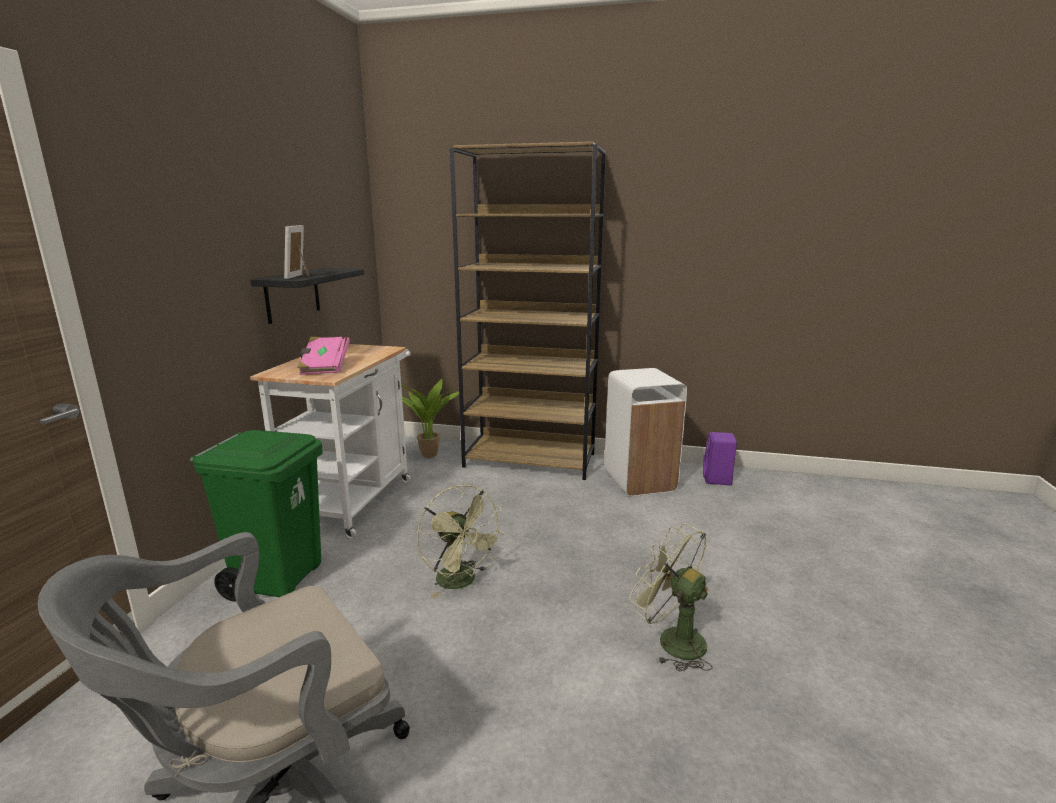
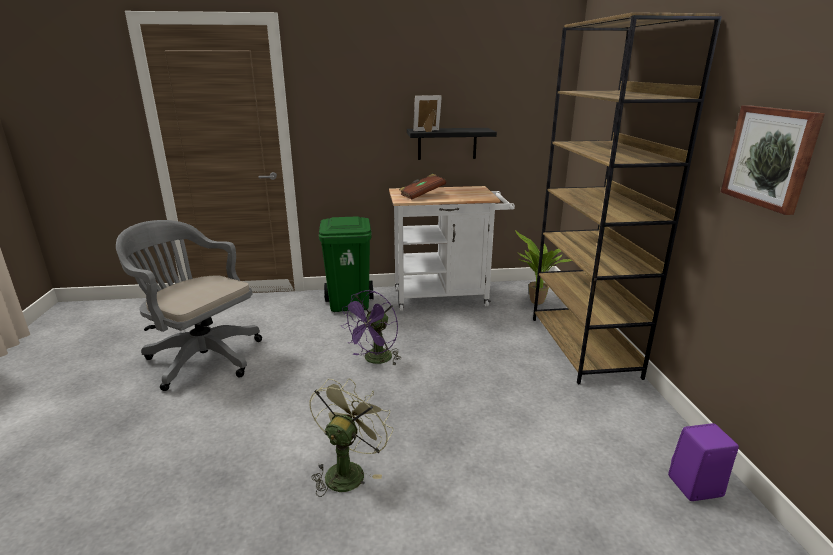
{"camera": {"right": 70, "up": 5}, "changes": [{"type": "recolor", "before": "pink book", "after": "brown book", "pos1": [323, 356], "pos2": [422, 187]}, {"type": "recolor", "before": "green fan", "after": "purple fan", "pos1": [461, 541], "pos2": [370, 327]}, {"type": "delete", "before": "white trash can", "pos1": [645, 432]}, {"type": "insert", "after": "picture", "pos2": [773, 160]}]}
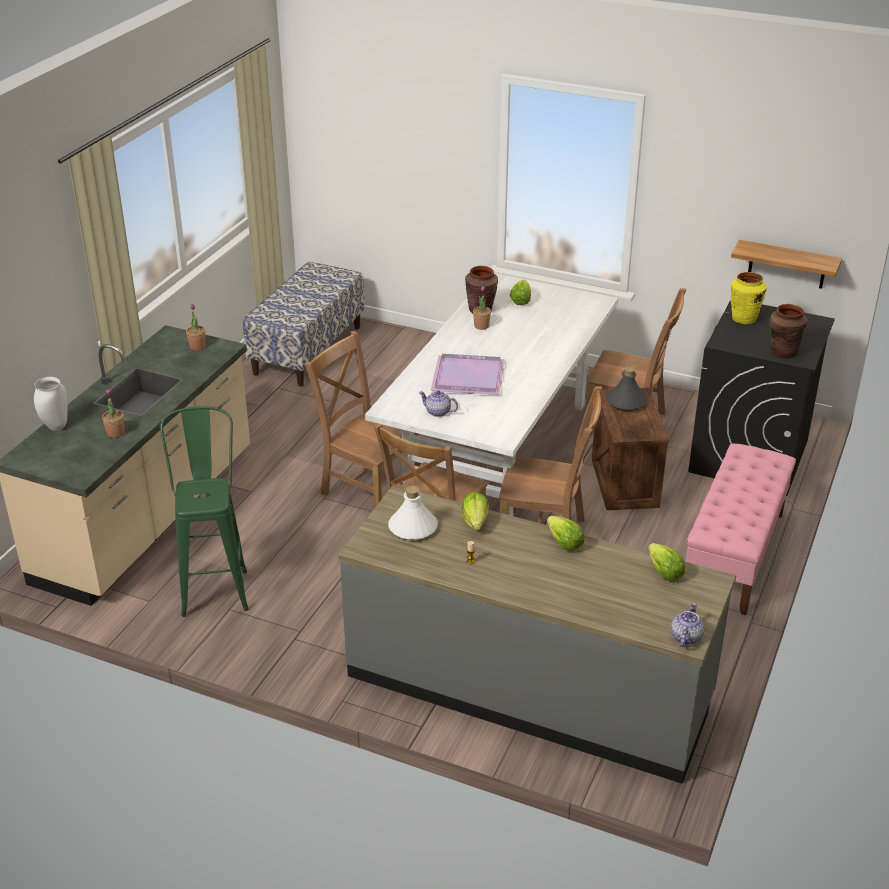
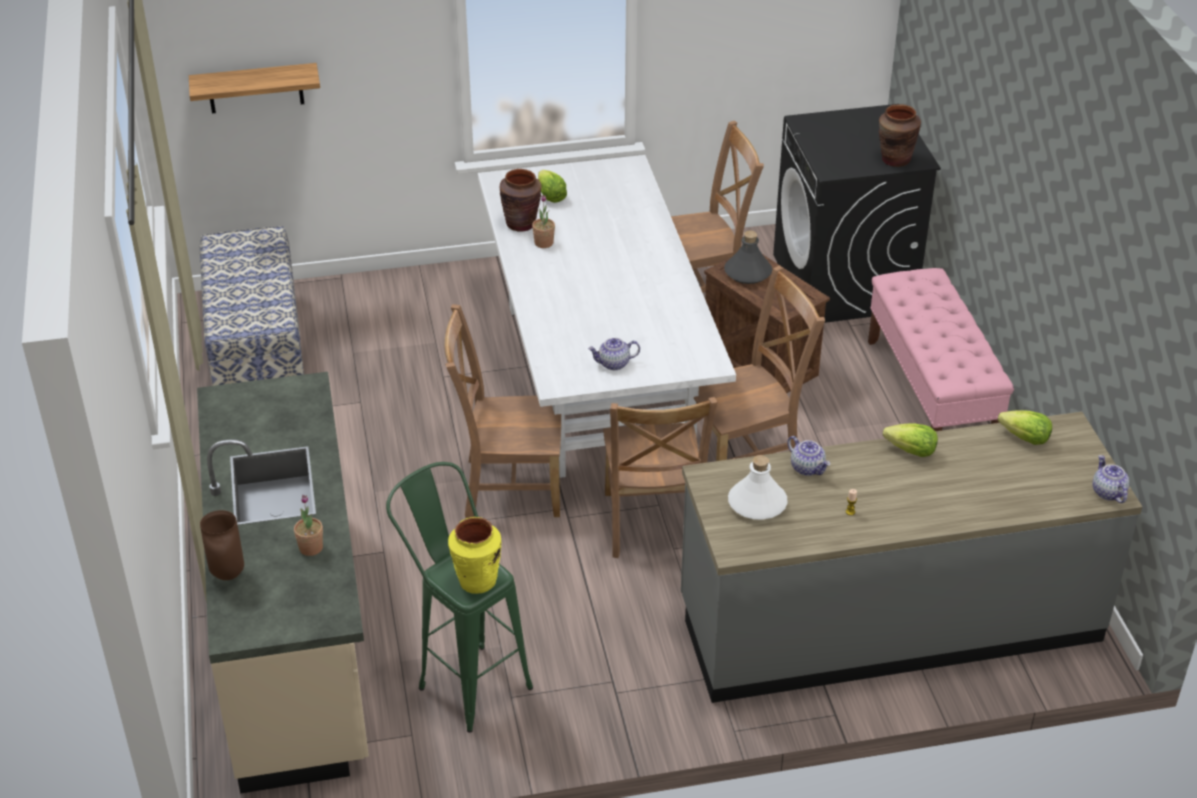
{"camera": {"right": -35, "up": 5}, "changes": [{"type": "recolor", "before": "white vase", "after": "brown vase", "pos1": [51, 404], "pos2": [222, 545]}, {"type": "delete", "before": "potted plant", "pos1": [195, 327]}, {"type": "delete", "before": "purple tray", "pos1": [468, 374]}, {"type": "replace", "before": "lettuce", "after": "teapot", "pos1": [475, 511], "pos2": [808, 456]}, {"type": "move", "before": "shelf", "pos1": [786, 264], "pos2": [254, 88]}, {"type": "move", "before": "yellow vase", "pos1": [749, 298], "pos2": [475, 555]}]}
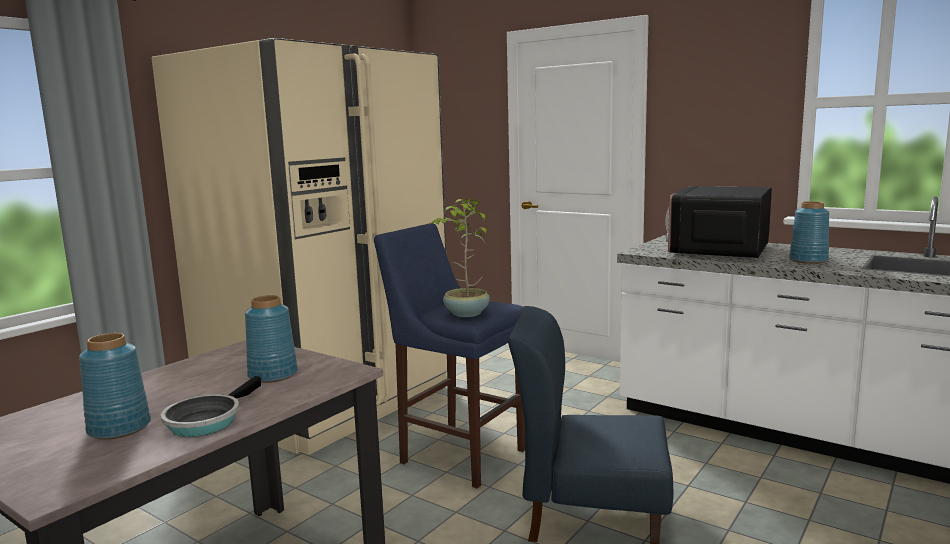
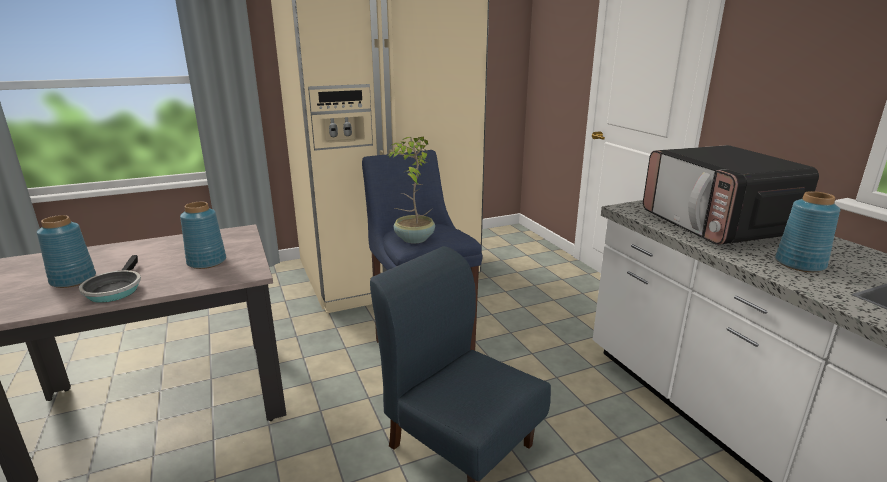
{"camera": {"right": 30, "up": 10}, "changes": [{"type": "rotate", "before": "frying pan", "pos1": [211, 406], "pos2": [110, 279], "turn": -60}, {"type": "rotate", "before": "microwave", "pos1": [718, 222], "pos2": [731, 195], "turn": -75}]}
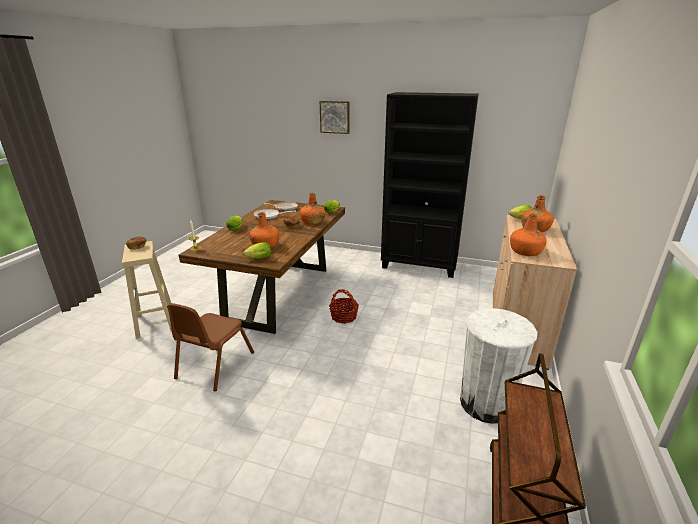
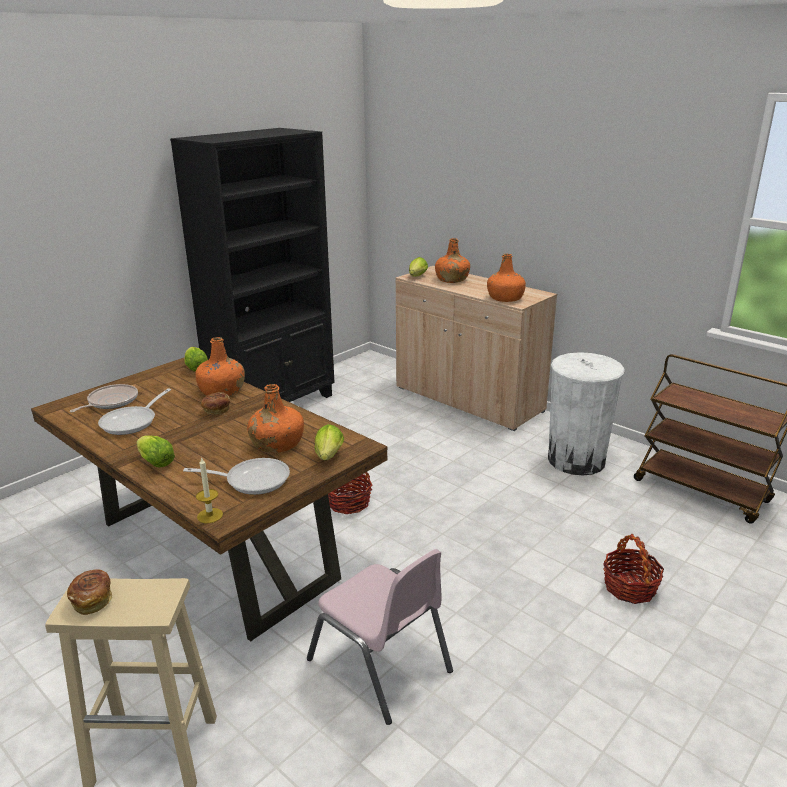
{"camera": {"right": -65, "up": 0}, "changes": [{"type": "recolor", "before": "brown chair", "after": "pink chair", "pos1": [210, 347], "pos2": [380, 637]}, {"type": "delete", "before": "picture", "pos1": [335, 117]}, {"type": "insert", "after": "frying pan", "pos2": [236, 476]}, {"type": "insert", "after": "basket", "pos2": [633, 569]}]}
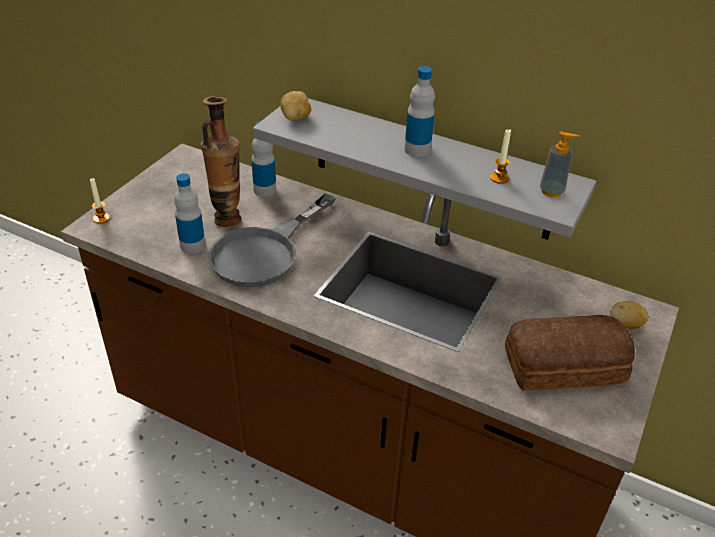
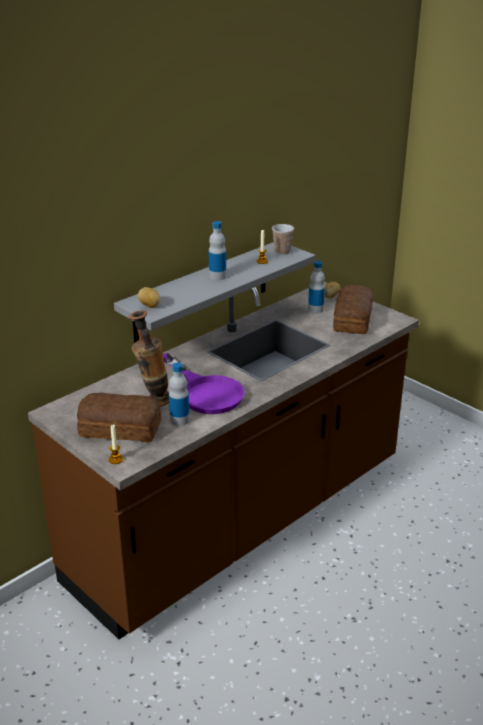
{"camera": {"right": -70, "up": -10}, "changes": [{"type": "recolor", "before": "grey frying pan", "after": "purple frying pan", "pos1": [272, 240], "pos2": [204, 383]}, {"type": "move", "before": "bottle", "pos1": [263, 159], "pos2": [316, 287]}, {"type": "replace", "before": "soap dispenser", "after": "cup", "pos1": [560, 164], "pos2": [283, 239]}, {"type": "insert", "after": "bread", "pos2": [119, 417]}]}
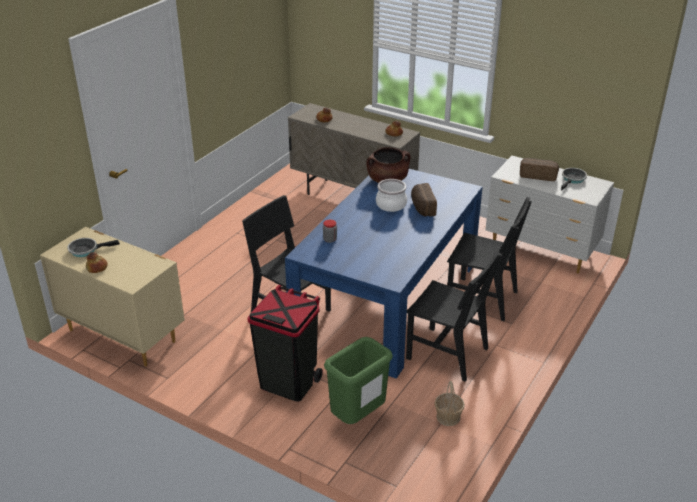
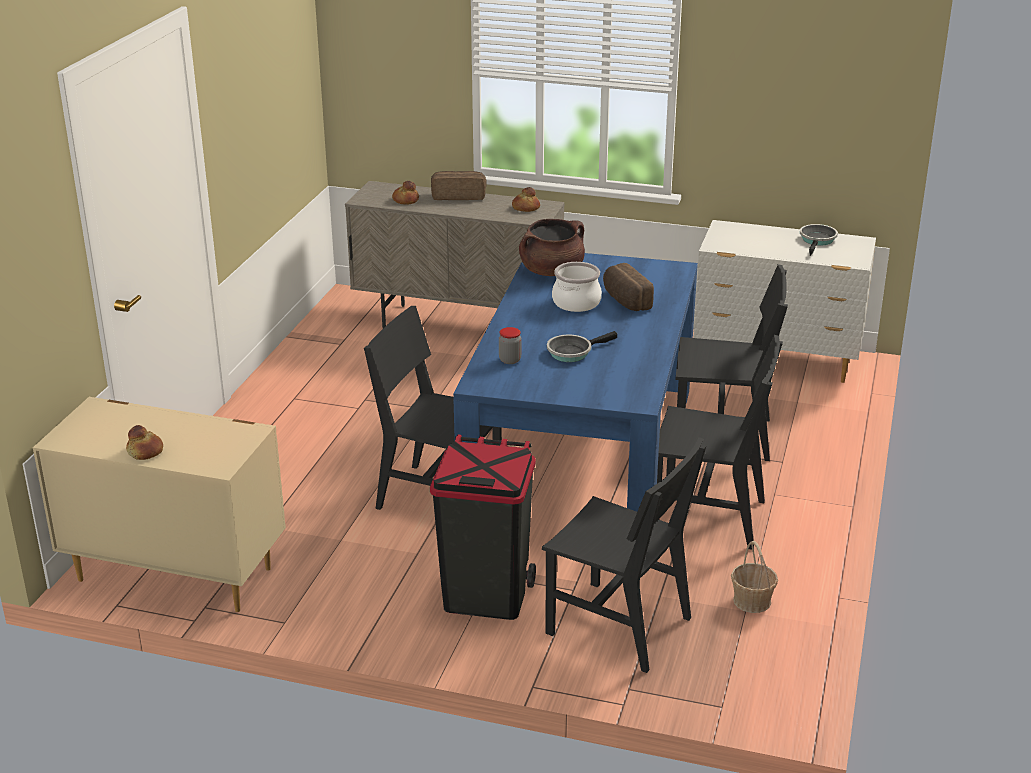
{"camera": {"right": -15, "up": -5}, "changes": [{"type": "move", "before": "frying pan", "pos1": [93, 247], "pos2": [582, 346]}, {"type": "replace", "before": "green trash can", "after": "black chair", "pos1": [358, 380], "pos2": [624, 555]}, {"type": "move", "before": "bread", "pos1": [539, 169], "pos2": [459, 185]}]}
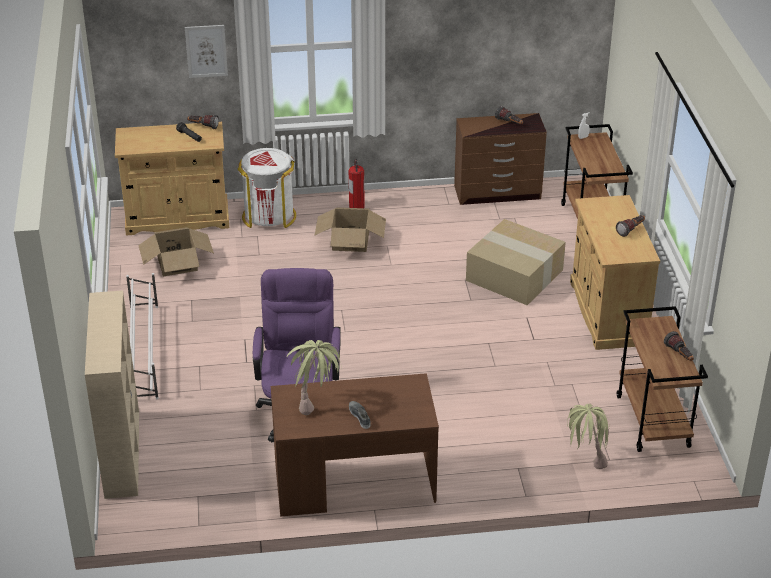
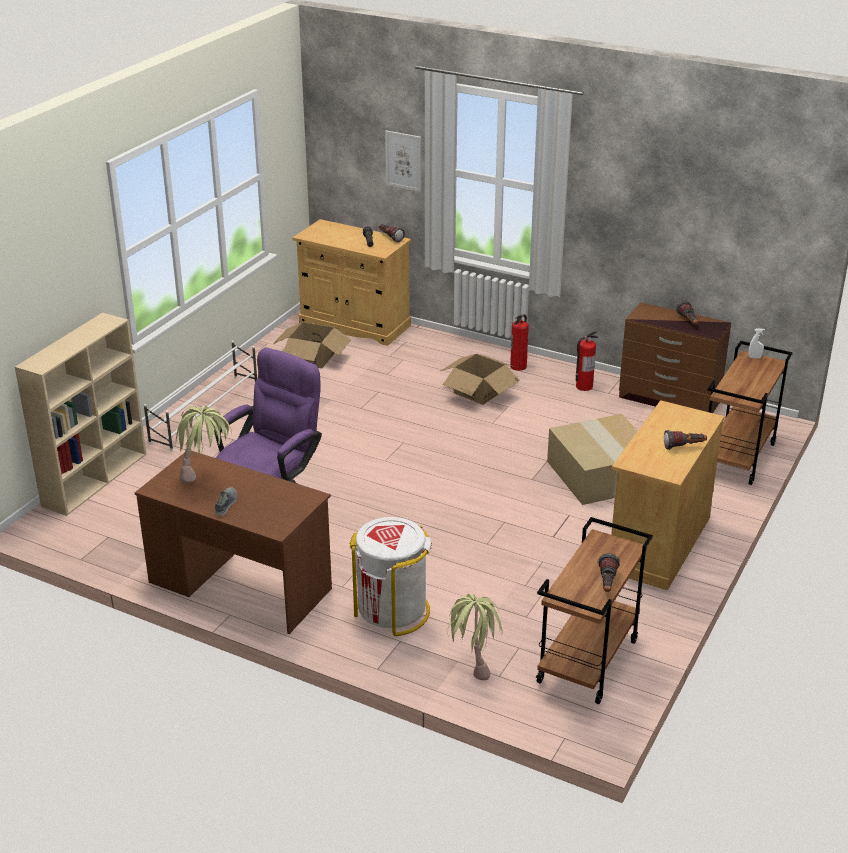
{"camera": {"right": 35, "up": -5}, "changes": [{"type": "move", "before": "white trash can", "pos1": [267, 188], "pos2": [390, 576]}, {"type": "insert", "after": "fire extinguisher", "pos2": [587, 361]}]}
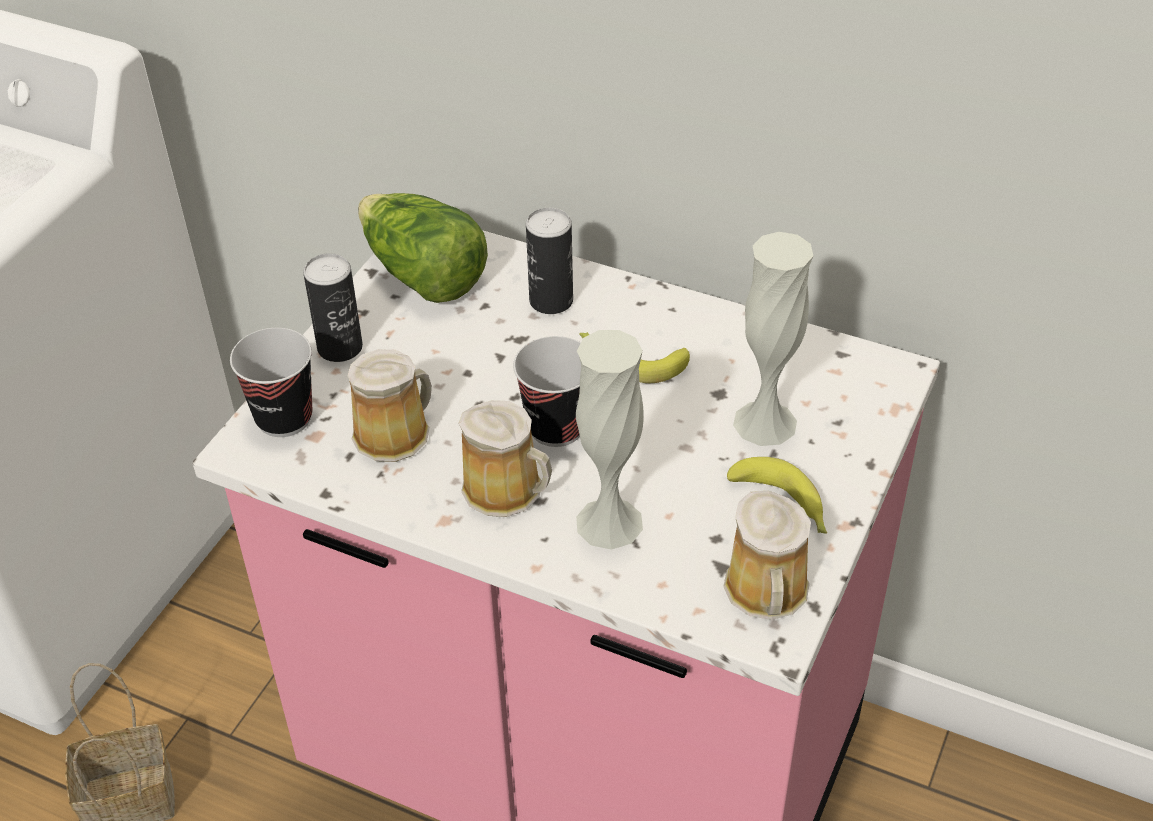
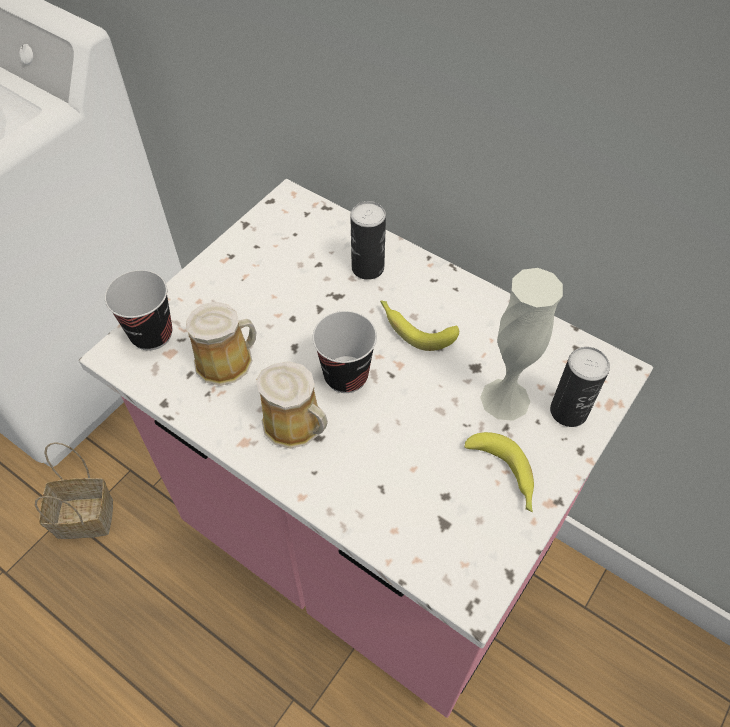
{"camera": {"right": 10, "up": 10}, "changes": [{"type": "move", "before": "can", "pos1": [333, 307], "pos2": [580, 387]}, {"type": "delete", "before": "lettuce", "pos1": [423, 248]}, {"type": "delete", "before": "white vase", "pos1": [610, 440]}, {"type": "delete", "before": "mug", "pos1": [767, 555]}]}
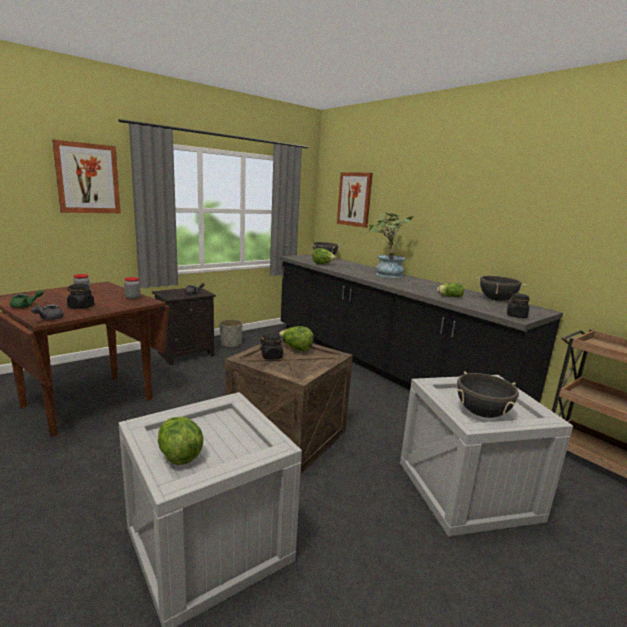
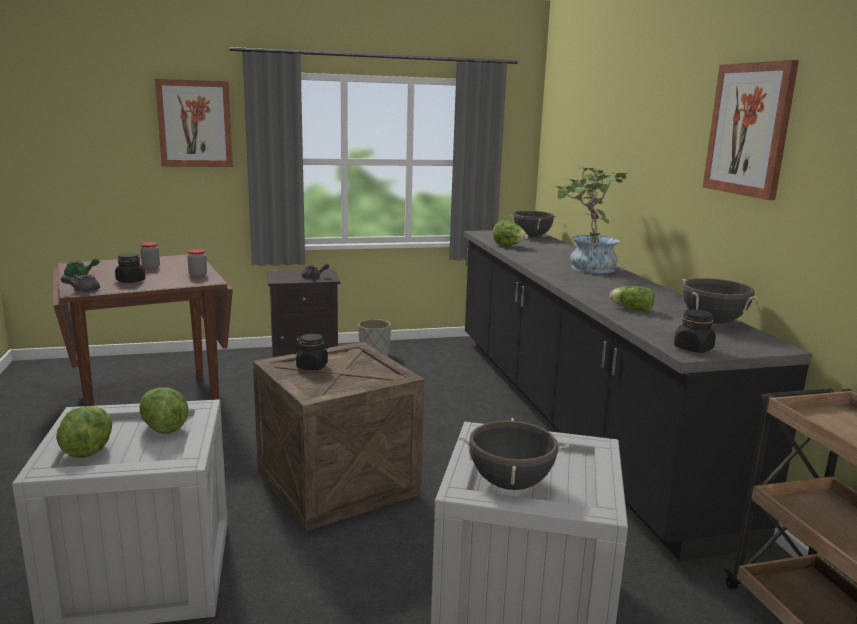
{"camera": {"right": 25, "up": 0}, "changes": [{"type": "move", "before": "lettuce", "pos1": [296, 338], "pos2": [164, 410]}, {"type": "move", "before": "picture", "pos1": [355, 200], "pos2": [751, 130]}]}
